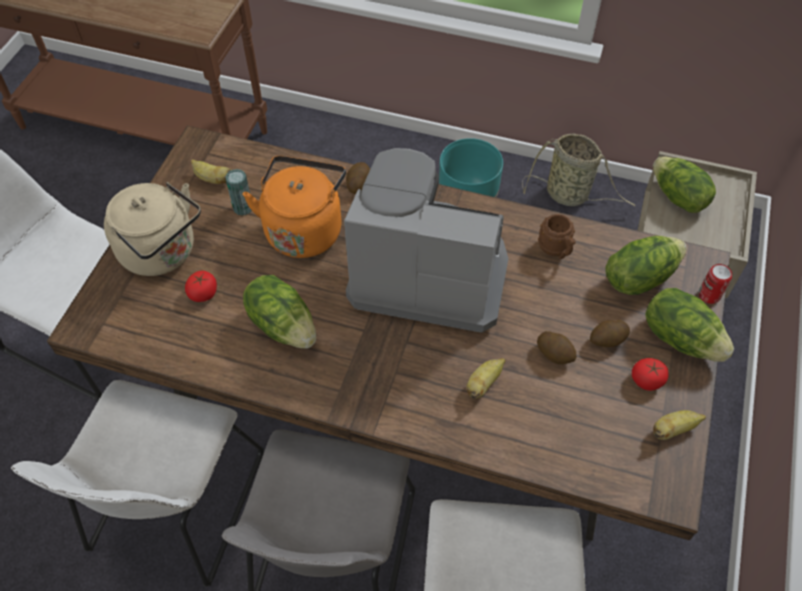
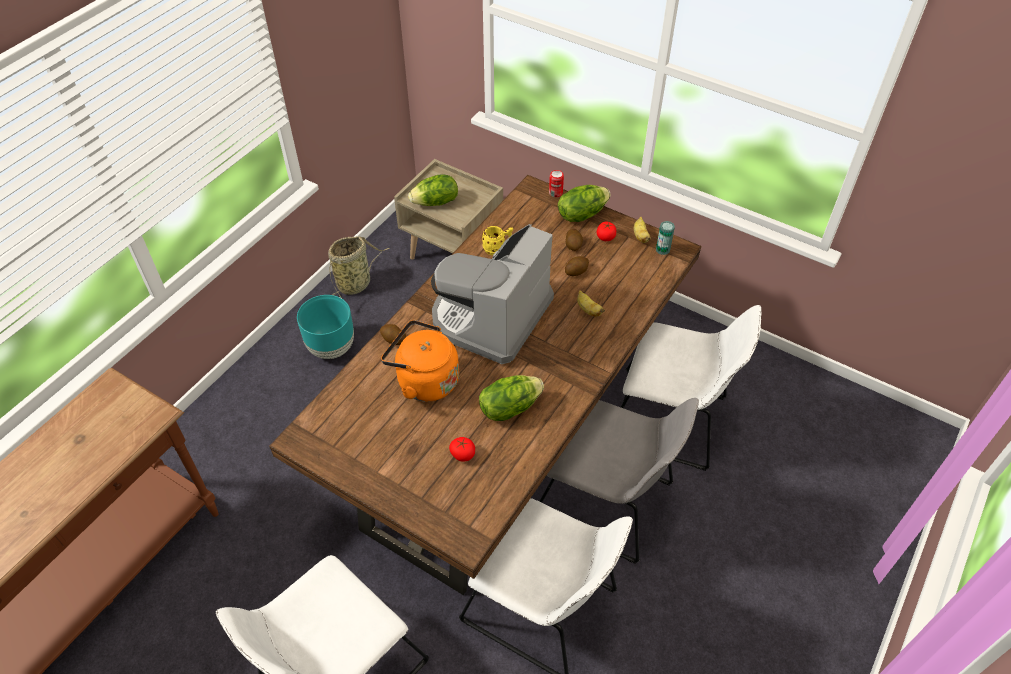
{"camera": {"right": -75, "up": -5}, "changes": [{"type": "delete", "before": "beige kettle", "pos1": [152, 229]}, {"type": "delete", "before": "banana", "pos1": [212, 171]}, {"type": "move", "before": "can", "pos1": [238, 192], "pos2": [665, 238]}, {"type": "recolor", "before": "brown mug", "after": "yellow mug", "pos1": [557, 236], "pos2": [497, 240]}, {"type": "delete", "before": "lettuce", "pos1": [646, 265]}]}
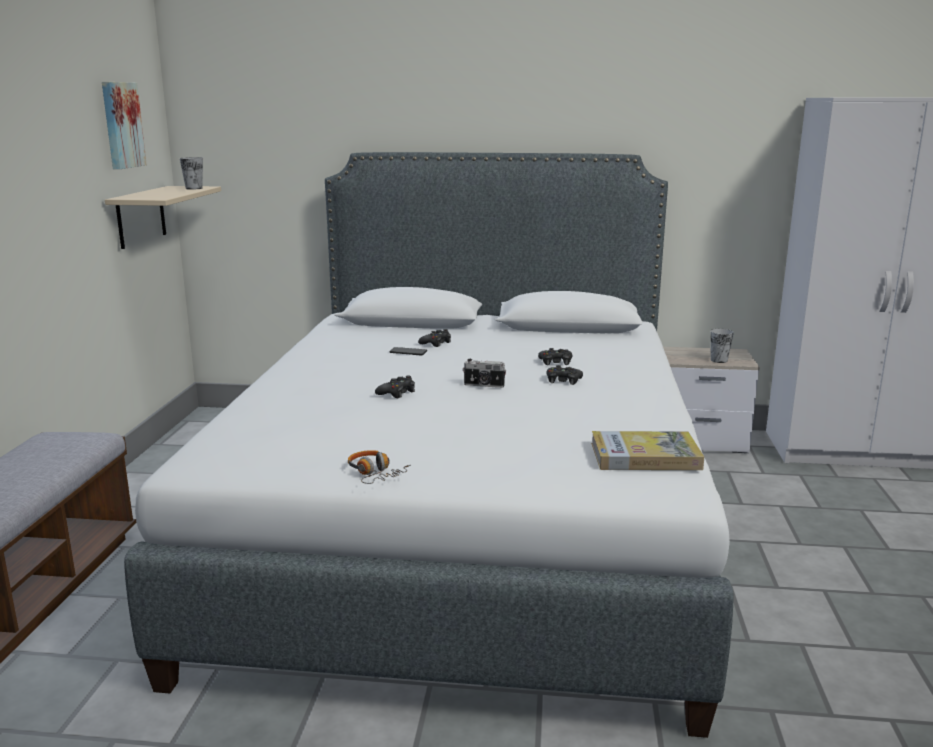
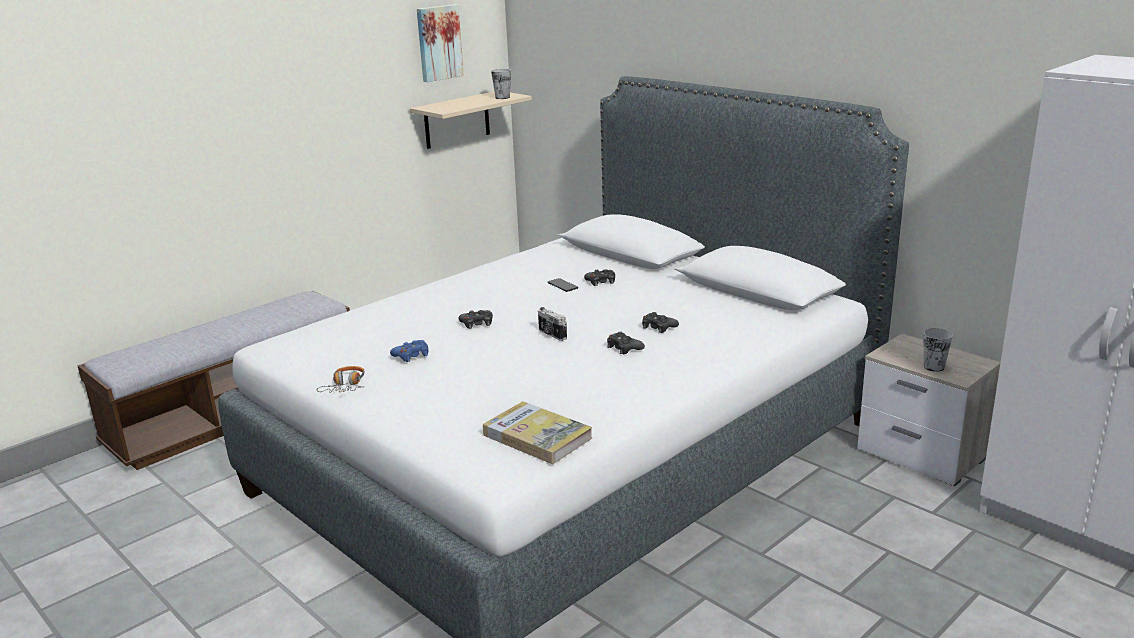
{"camera": {"right": 40, "up": 5}, "changes": [{"type": "insert", "after": "blue game controller", "pos2": [409, 351]}]}
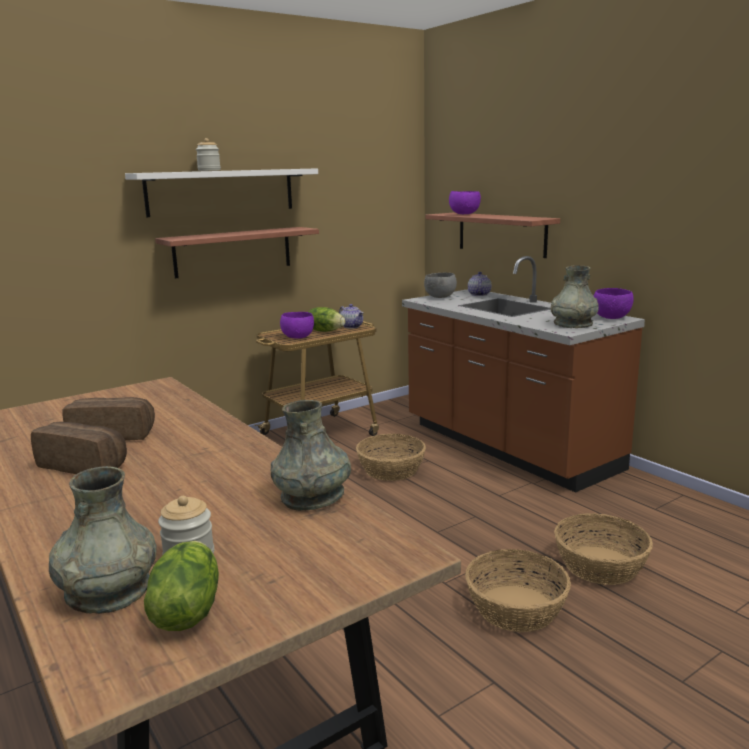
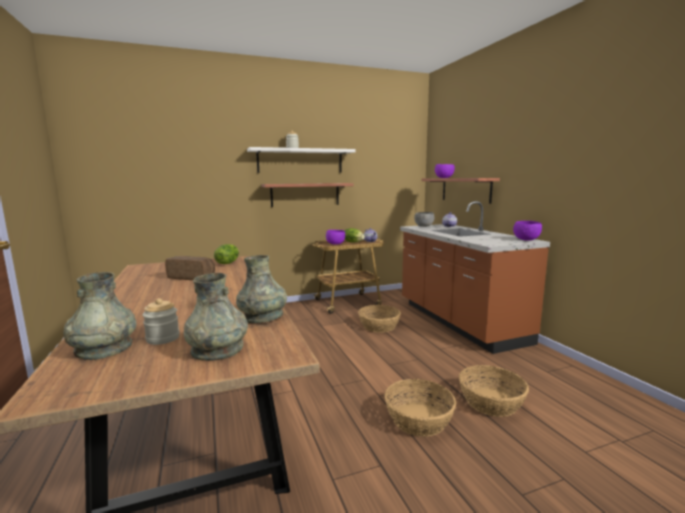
{"camera": {"right": 15, "up": -5}, "changes": [{"type": "delete", "before": "bread", "pos1": [79, 448]}, {"type": "move", "before": "lettuce", "pos1": [181, 586], "pos2": [226, 254]}, {"type": "move", "before": "grey vase", "pos1": [575, 296], "pos2": [216, 317]}]}
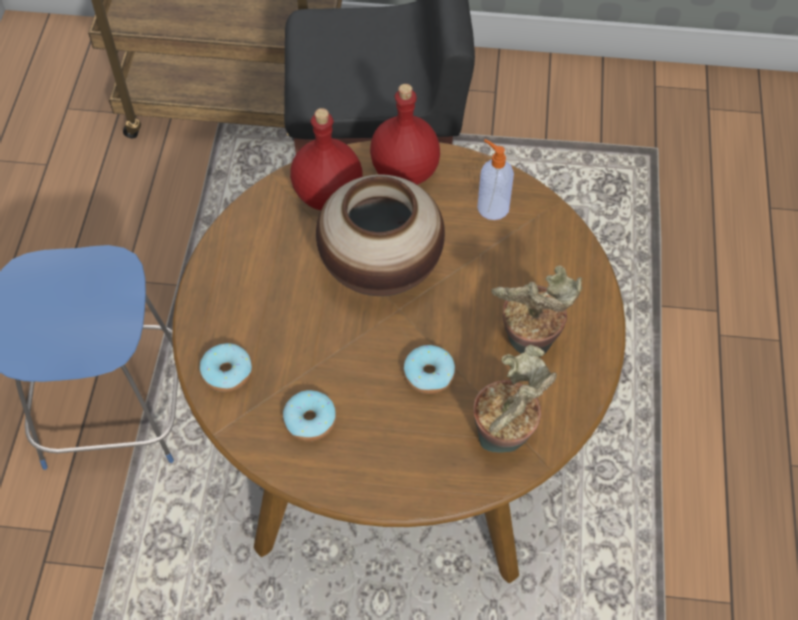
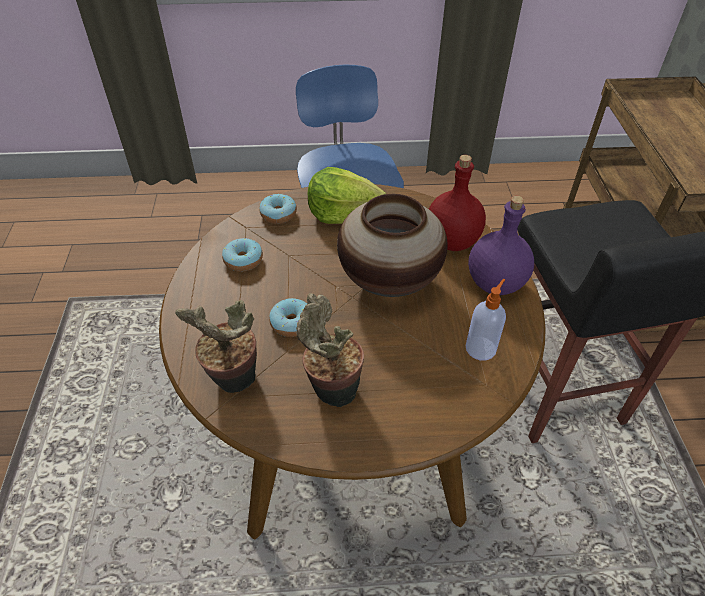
{"camera": {"right": 80, "up": -10}, "changes": [{"type": "recolor", "before": "red bottle", "after": "purple bottle", "pos1": [405, 134], "pos2": [501, 245]}, {"type": "insert", "after": "lettuce", "pos2": [346, 195]}]}
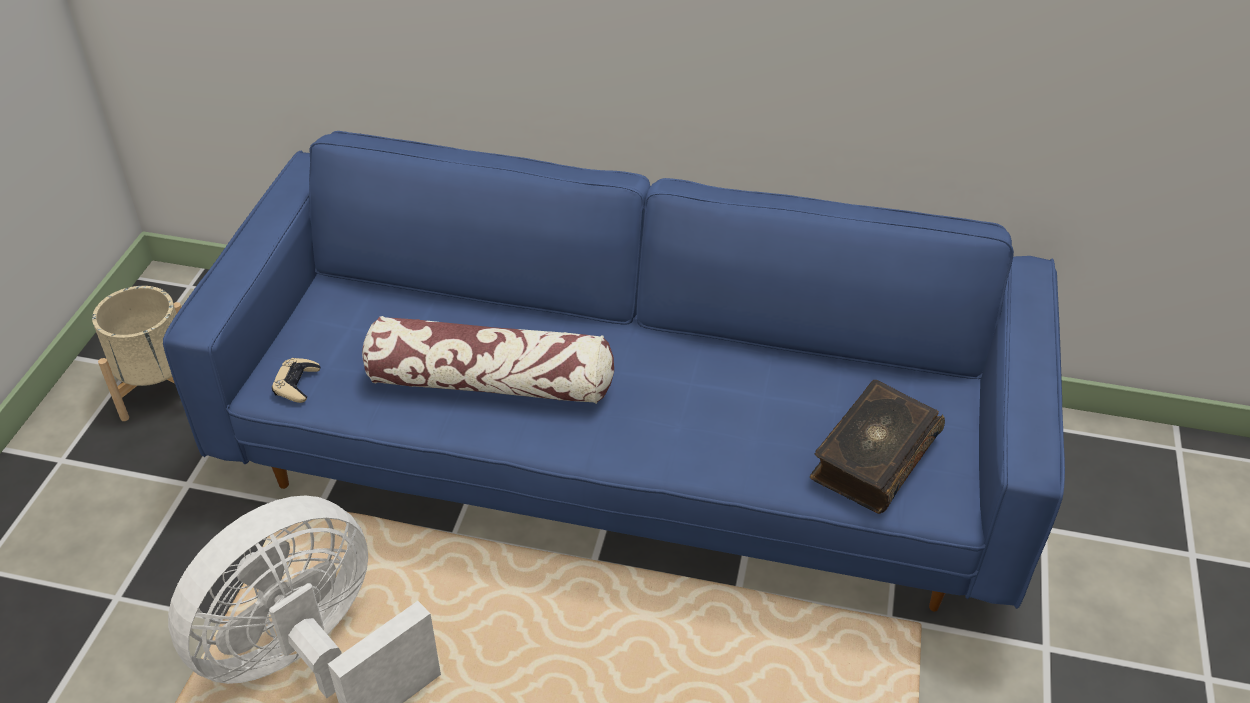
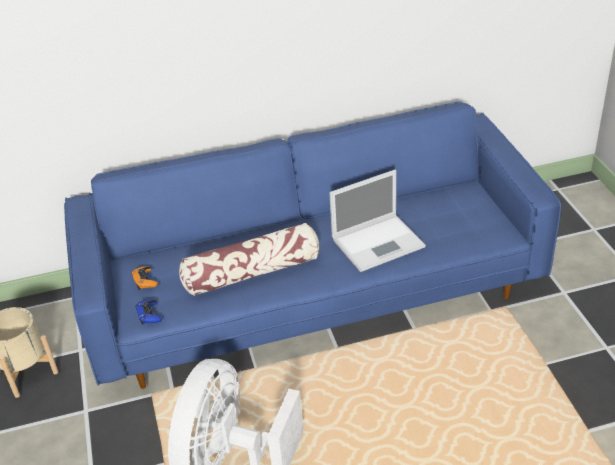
{"camera": {"right": -25, "up": -5}, "changes": [{"type": "recolor", "before": "beige game controller", "after": "blue game controller", "pos1": [296, 380], "pos2": [148, 312]}, {"type": "delete", "before": "book", "pos1": [877, 447]}, {"type": "insert", "after": "orange game controller", "pos2": [144, 278]}, {"type": "insert", "after": "laptop", "pos2": [377, 221]}]}
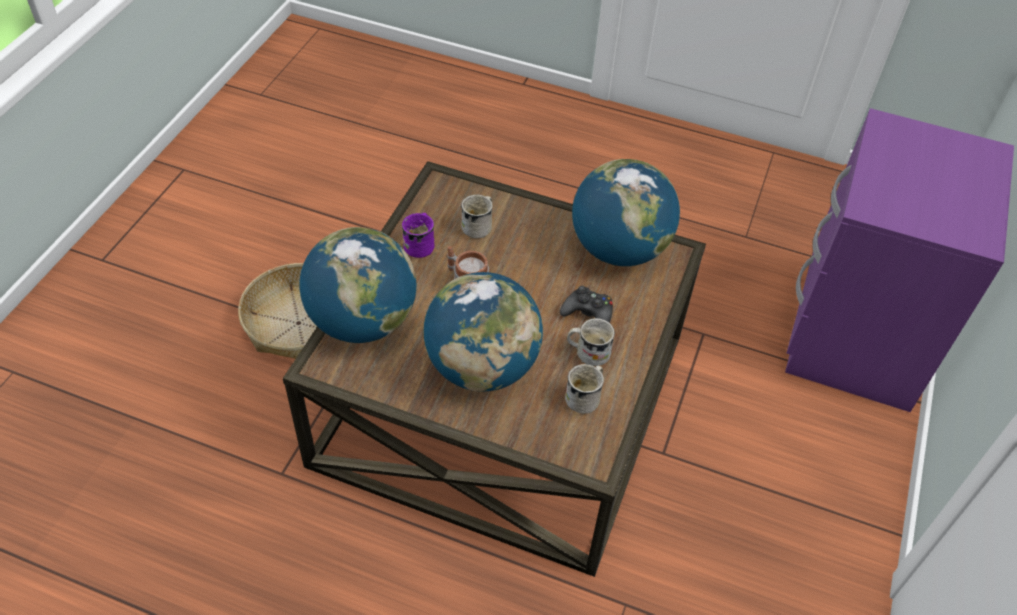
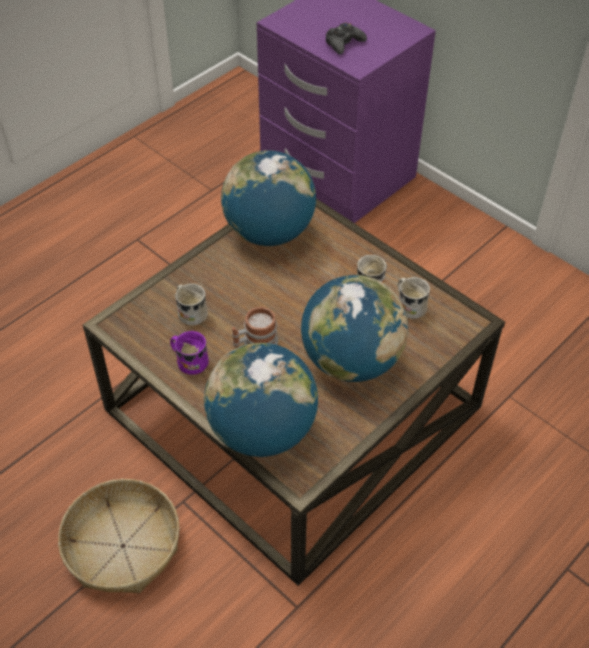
{"camera": {"right": -65, "up": 0}, "changes": [{"type": "move", "before": "black game controller", "pos1": [586, 304], "pos2": [346, 38]}]}
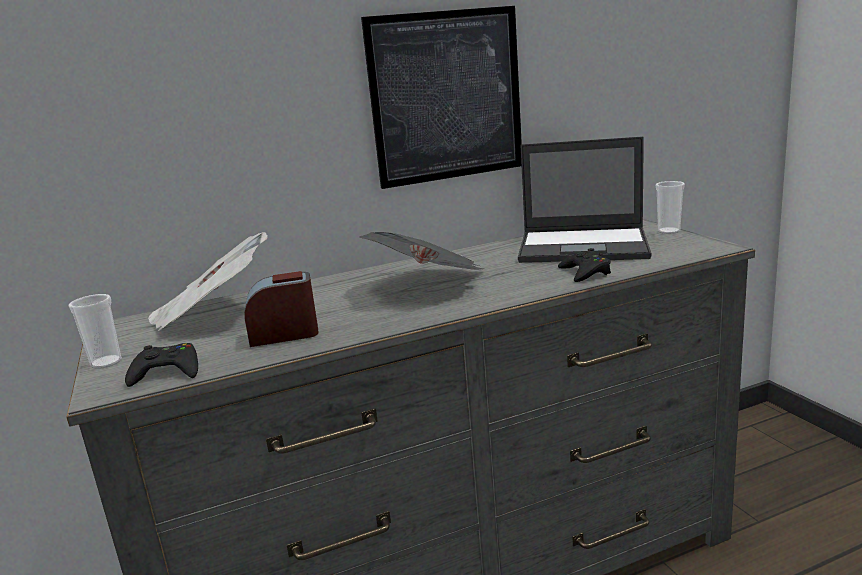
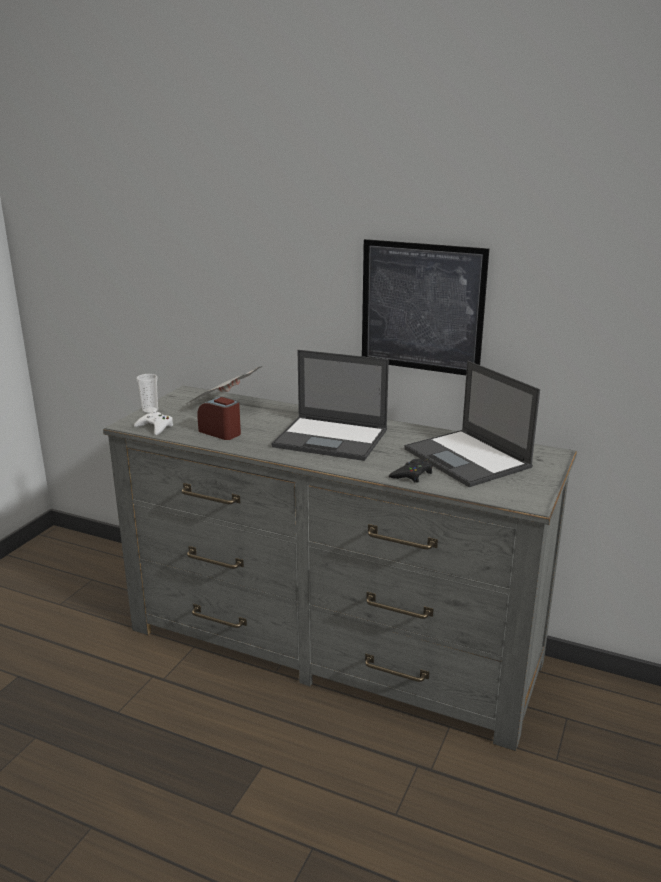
{"camera": {"right": 45, "up": 5}, "changes": [{"type": "recolor", "before": "black game controller", "after": "white game controller", "pos1": [161, 365], "pos2": [153, 422]}, {"type": "replace", "before": "newspaper", "after": "laptop", "pos1": [421, 251], "pos2": [330, 405]}, {"type": "delete", "before": "cup", "pos1": [670, 207]}]}
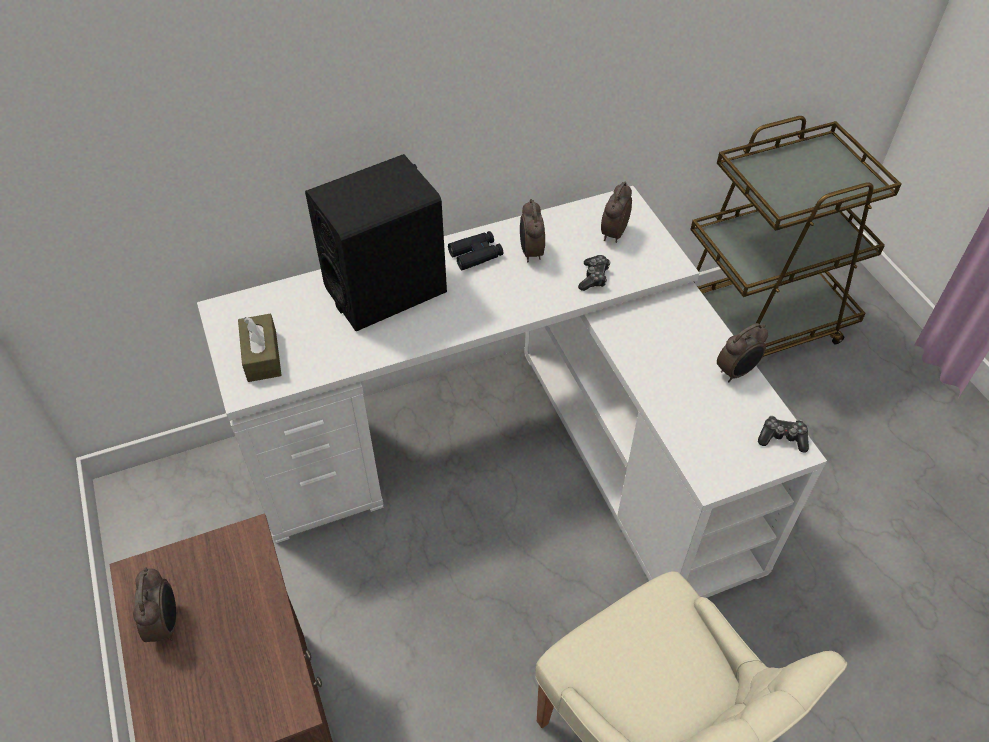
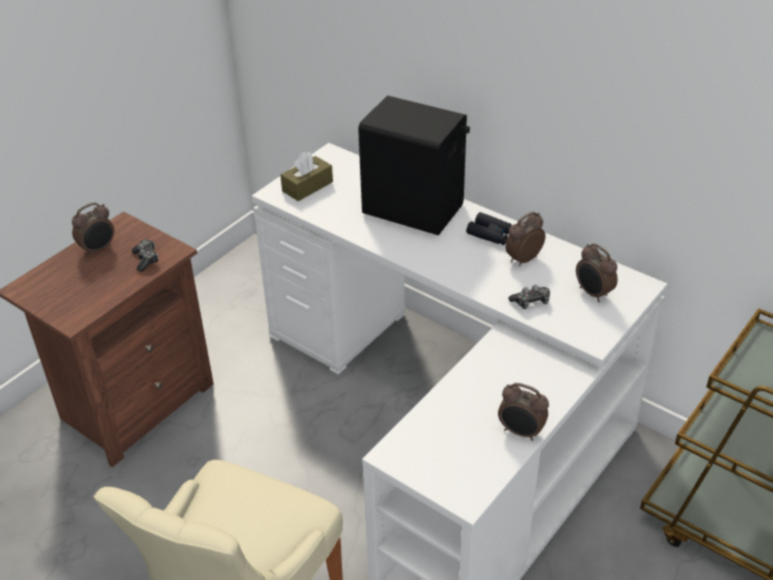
{"camera": {"right": 60, "up": -10}, "changes": [{"type": "rotate", "before": "alarm clock", "pos1": [616, 212], "pos2": [597, 272], "turn": -120}, {"type": "move", "before": "game controller", "pos1": [783, 434], "pos2": [145, 255]}]}
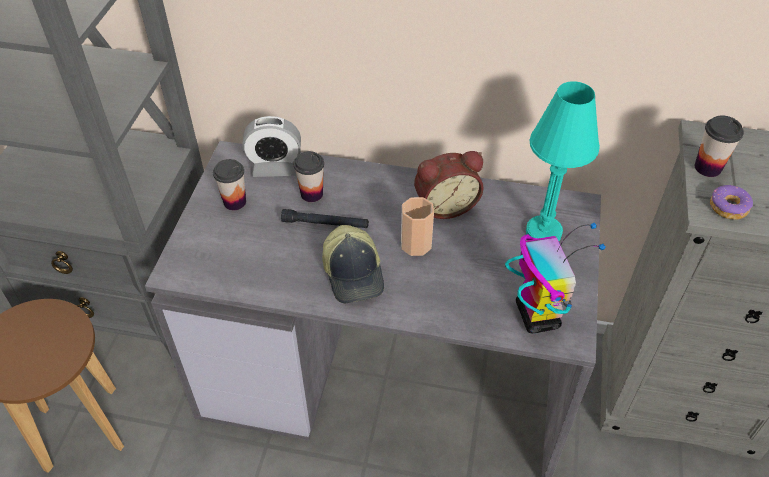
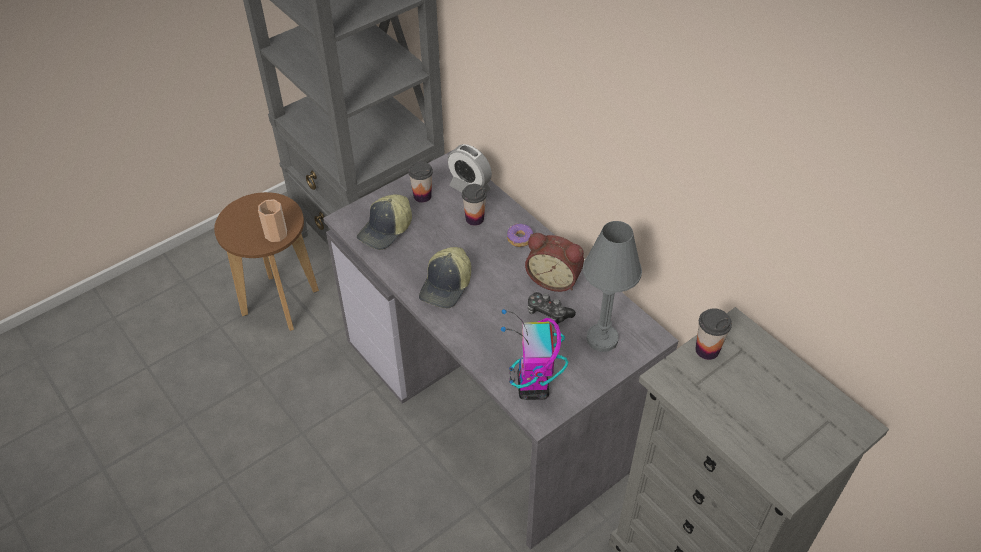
{"camera": {"right": 40, "up": 0}, "changes": [{"type": "delete", "before": "black flashlight", "pos1": [325, 218]}, {"type": "move", "before": "cup", "pos1": [417, 226], "pos2": [272, 220]}, {"type": "rotate", "before": "toy robot", "pos1": [555, 278], "pos2": [534, 354], "turn": 150}, {"type": "recolor", "before": "turquoise table lamp", "after": "grey table lamp", "pos1": [563, 161], "pos2": [612, 286]}, {"type": "move", "before": "donut", "pos1": [731, 202], "pos2": [520, 235]}, {"type": "insert", "after": "cap", "pos2": [384, 222]}, {"type": "insert", "after": "game controller", "pos2": [552, 308]}]}
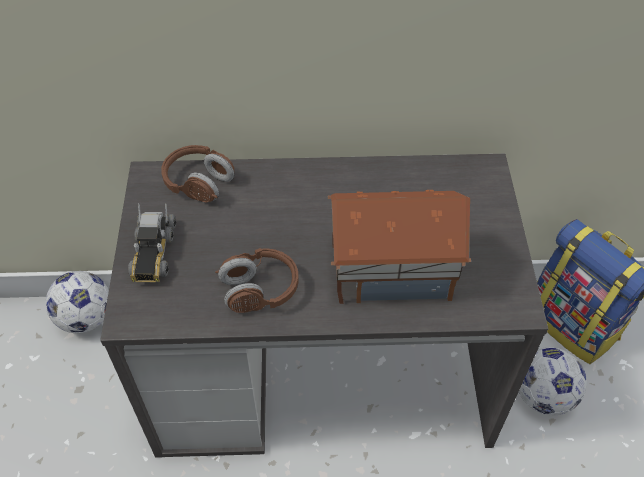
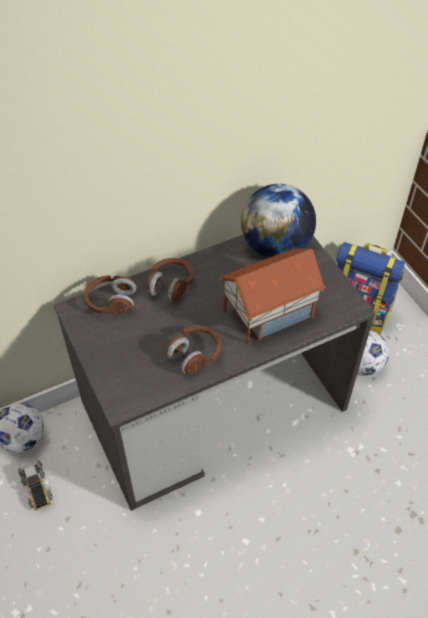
{"camera": {"right": -25, "up": 0}, "changes": [{"type": "move", "before": "toy truck", "pos1": [152, 242], "pos2": [35, 483]}, {"type": "insert", "after": "brown headphones", "pos2": [170, 280]}, {"type": "insert", "after": "globe", "pos2": [278, 221]}]}
